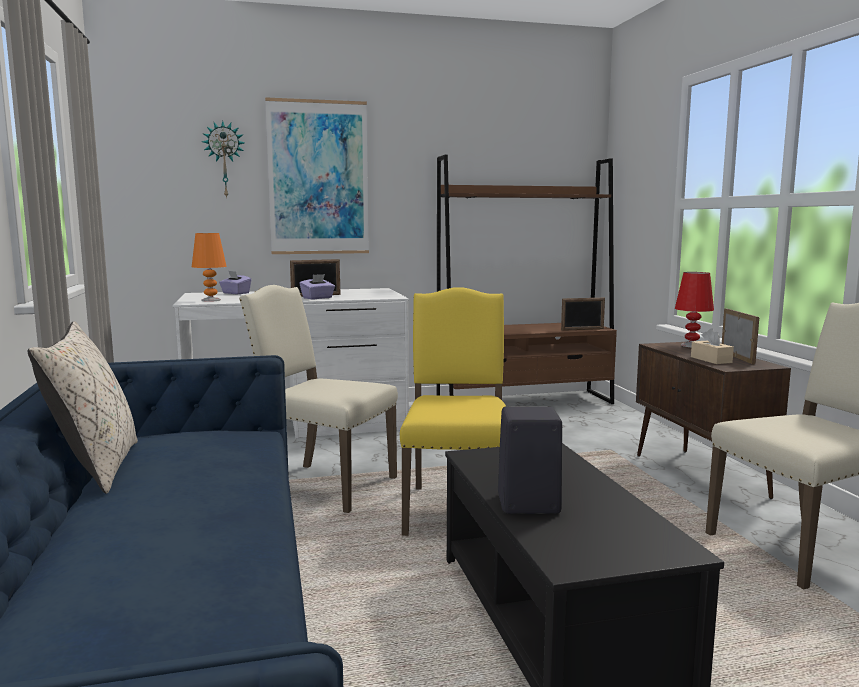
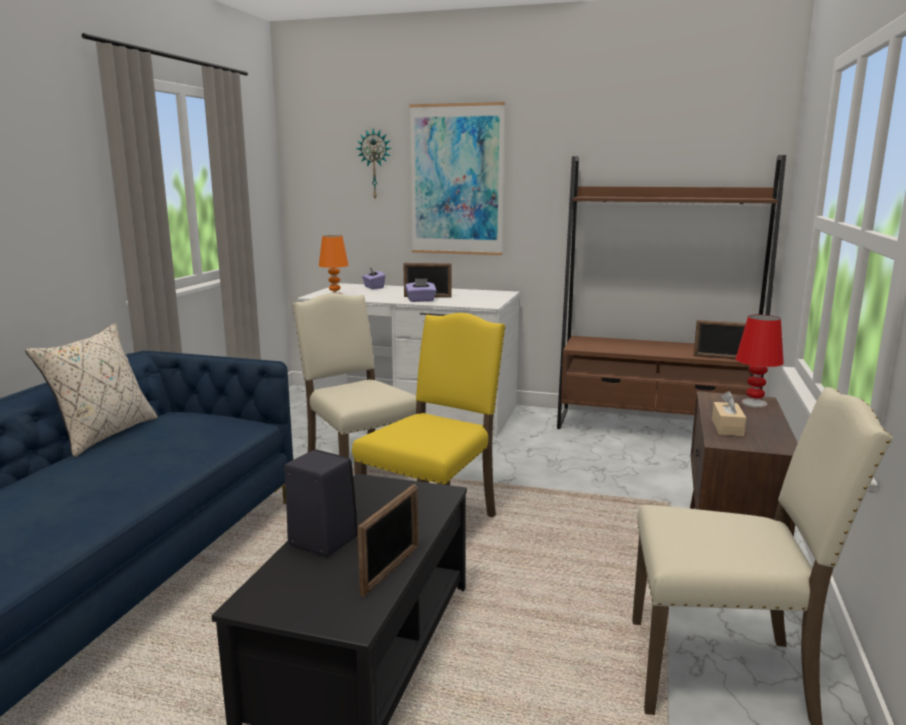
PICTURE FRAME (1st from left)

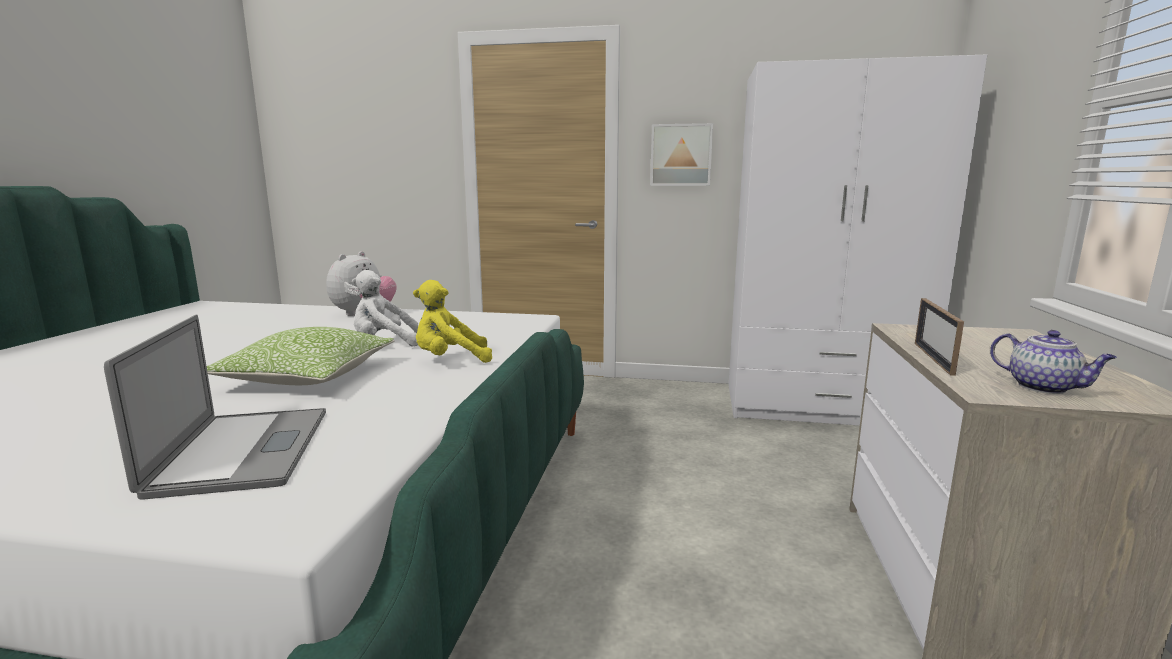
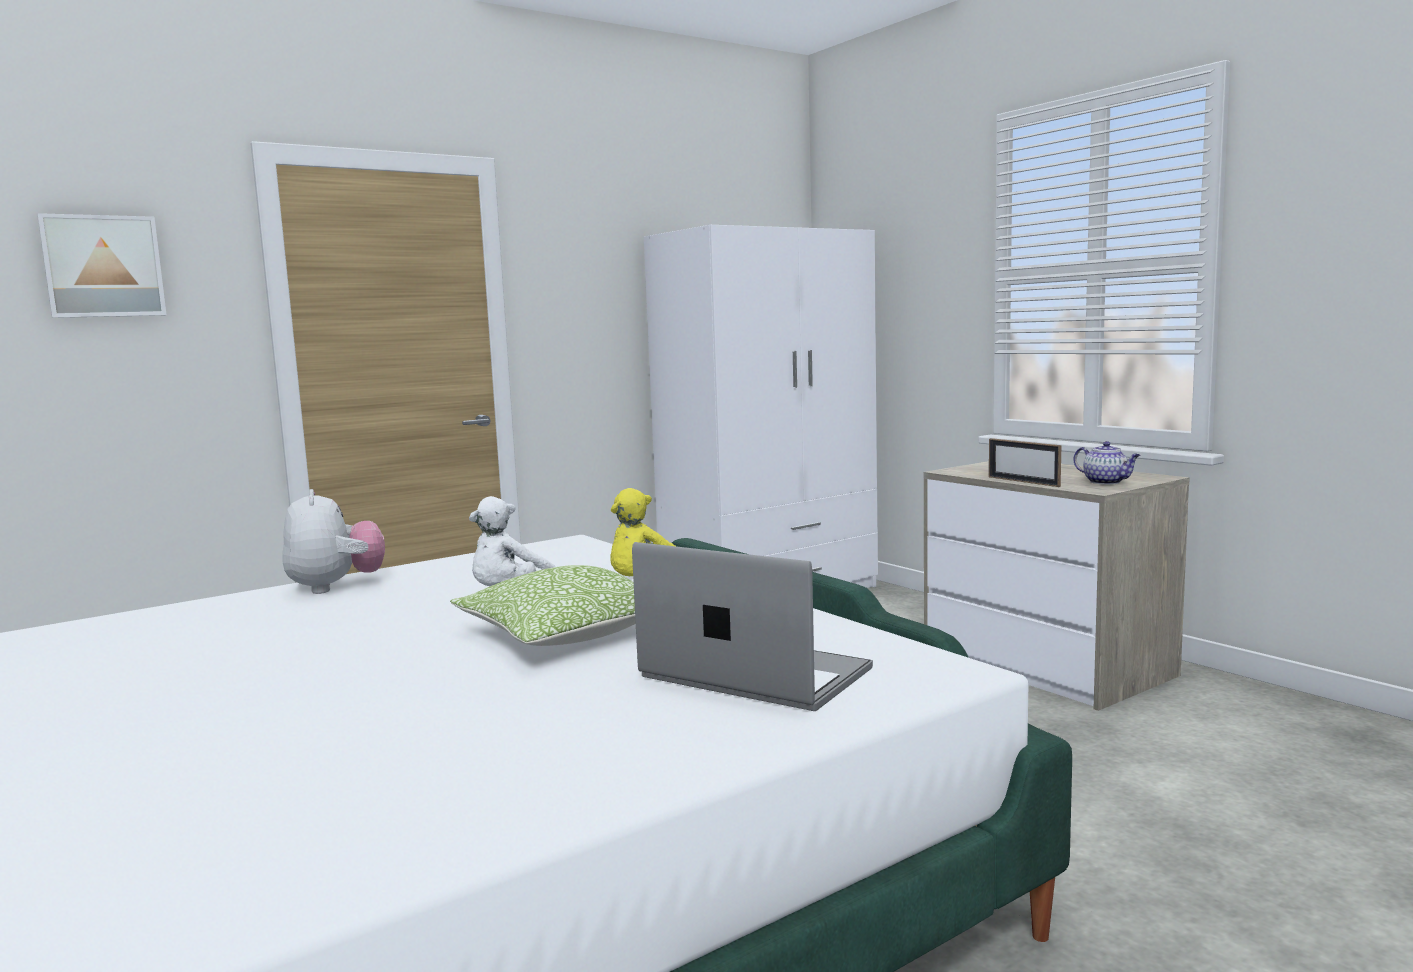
PICTURE; TEAPOT

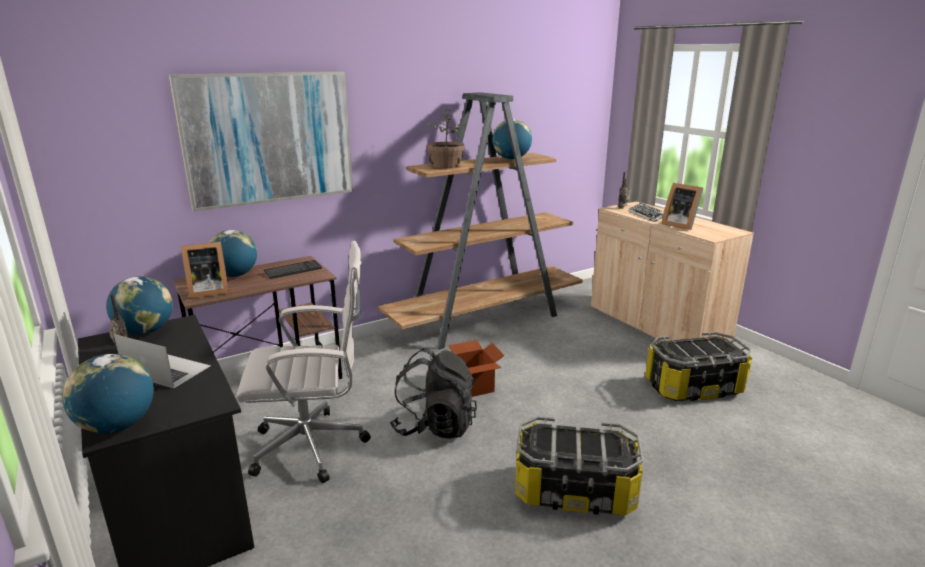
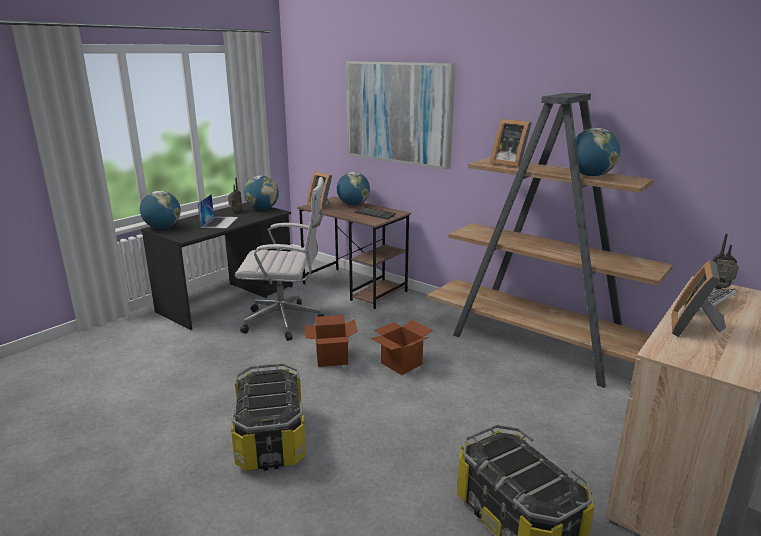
PICTURE FRAME (2nd from left); WHITE OFFICE CHAIR; CARDBOARD BOX (1st from left)

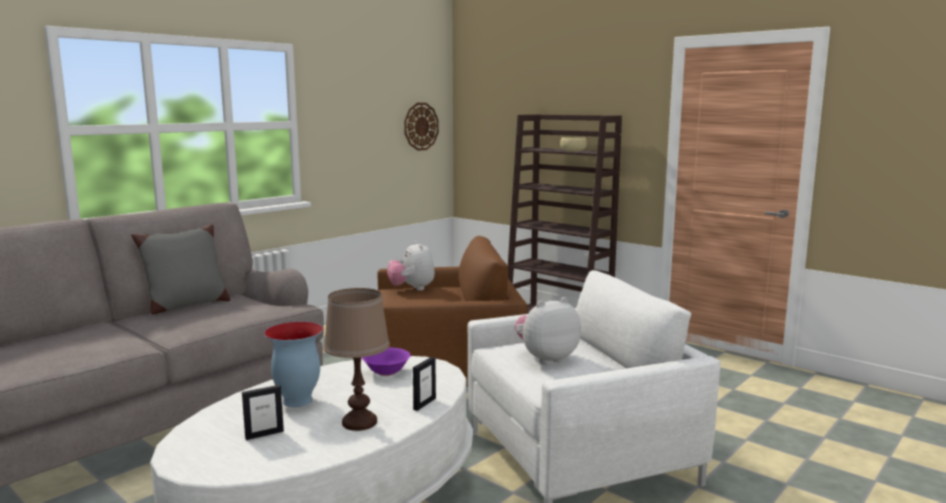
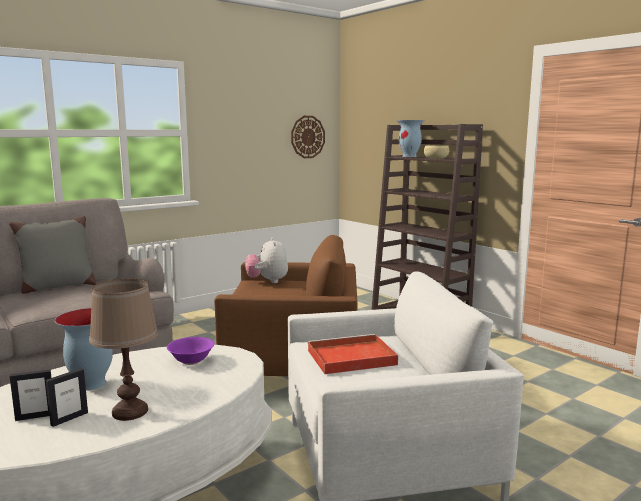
RED TRAY; PICTURE FRAME (2nd from left); VASE (2nd from left)

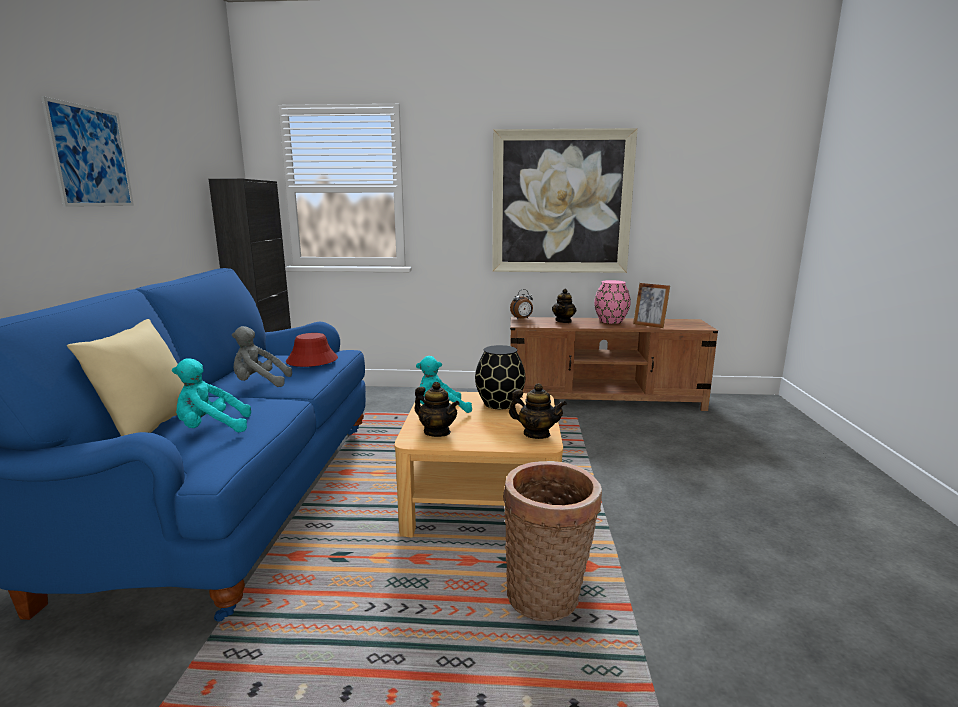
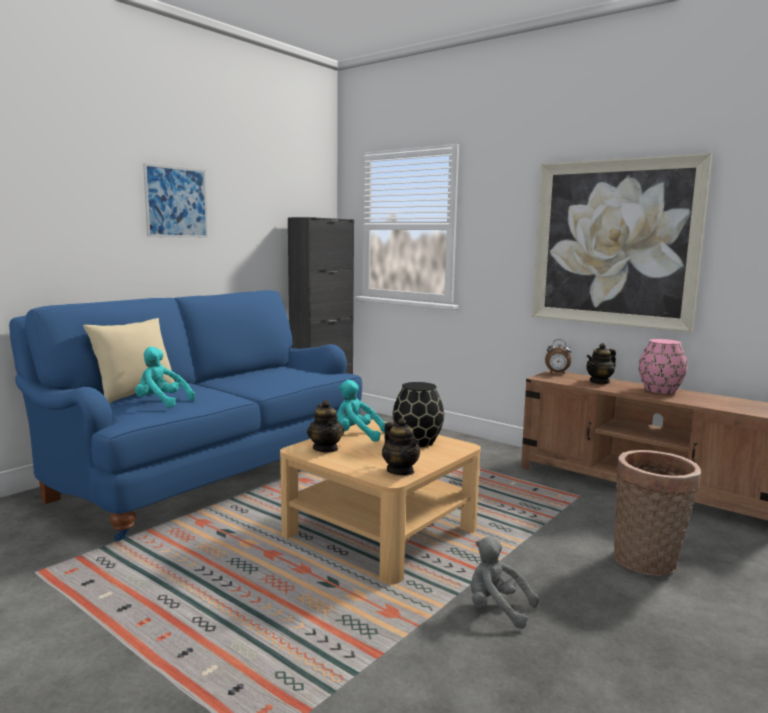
PICTURE FRAME; GREY PLUSH TOY; RED HAT; BASKET

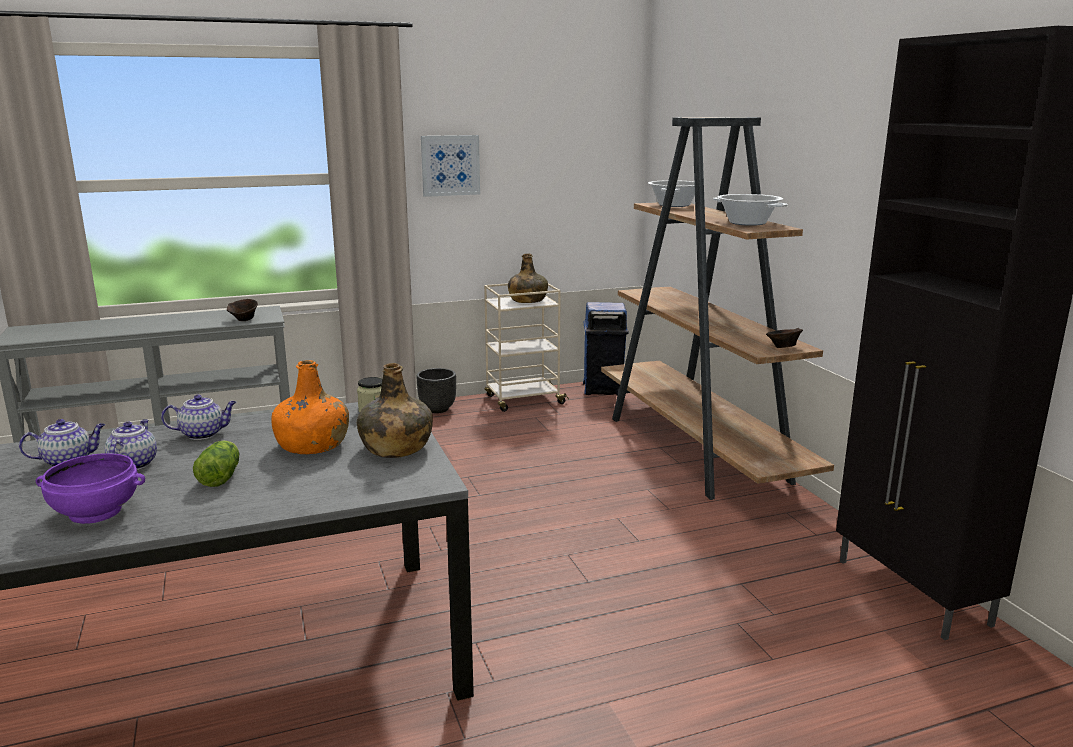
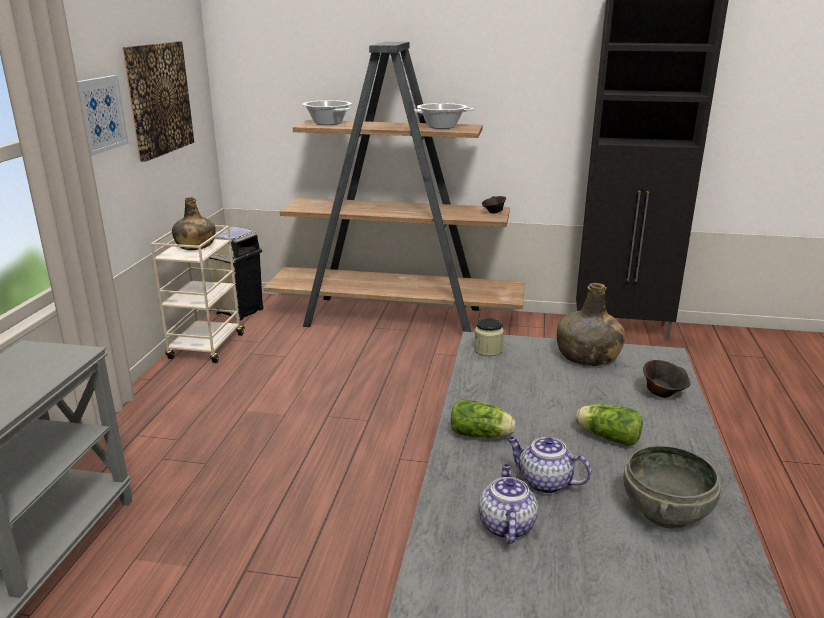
BROWN BOWL (2nd from left); BEIGE TRASH CAN; ORANGE BOTTLE; BLACK PLANTER; LETTUCE (1st from left); GREY BOWL; PICTURE (2nd from left)

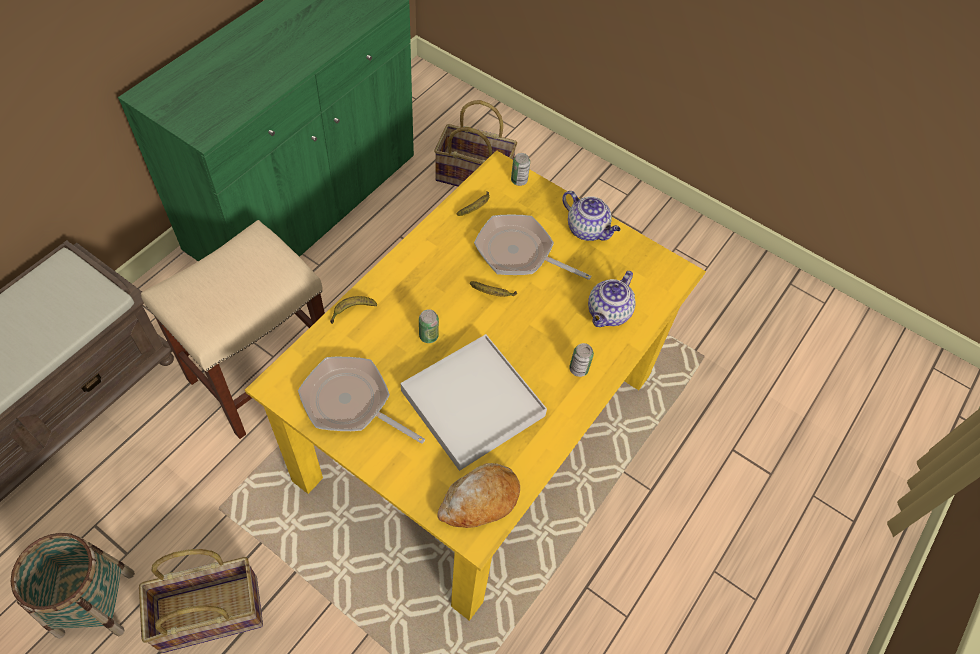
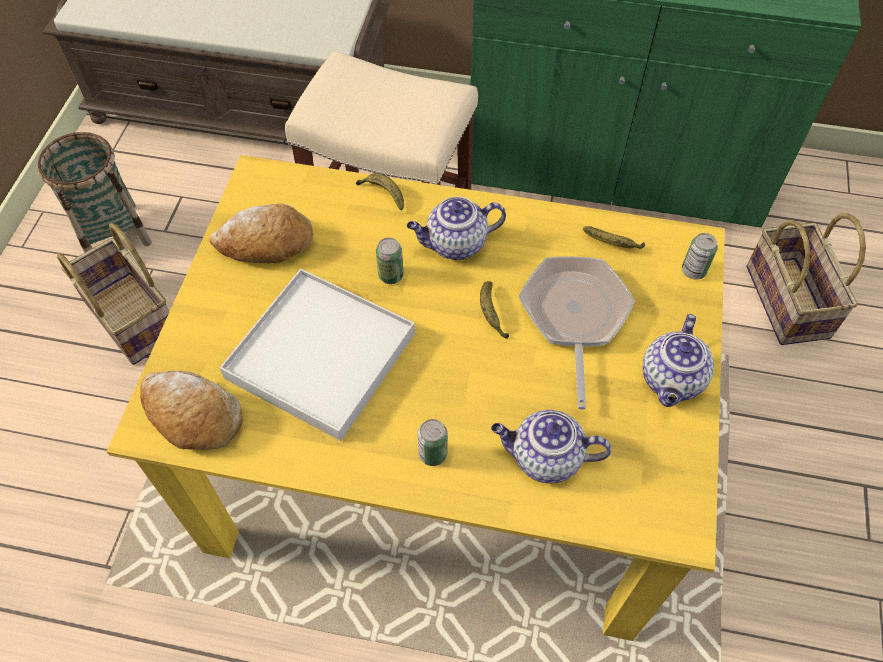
BREAD (2nd from left); TEAPOT (1st from left)

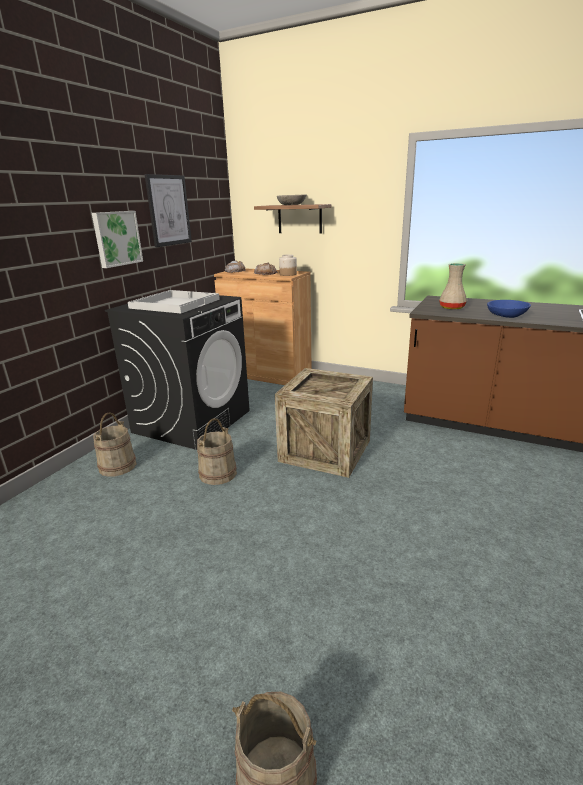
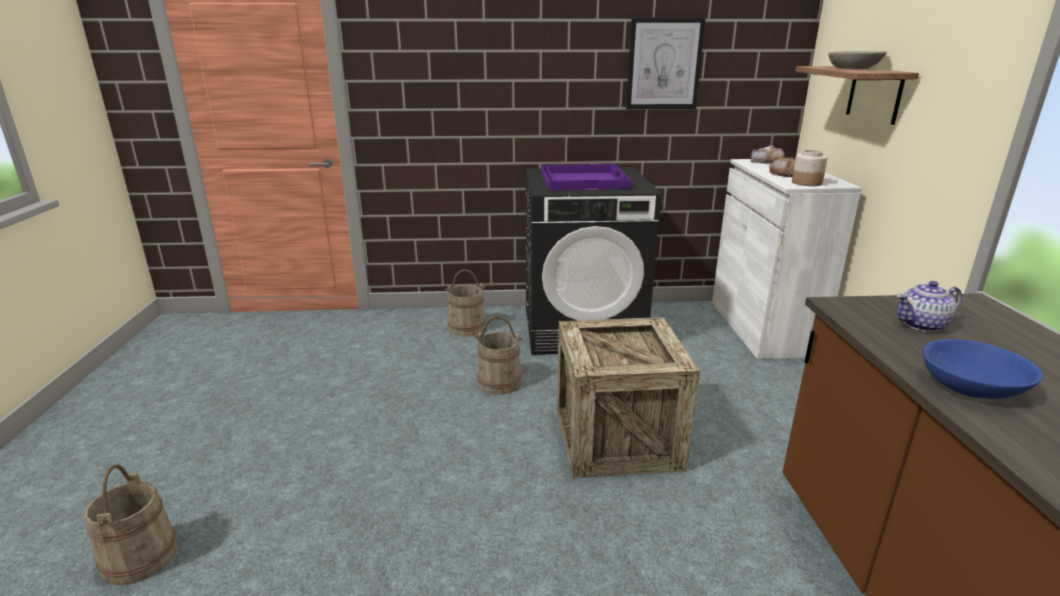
PICTURE (1st from left in the first image); TEAPOT; WHITE CABINET; PURPLE TRAY

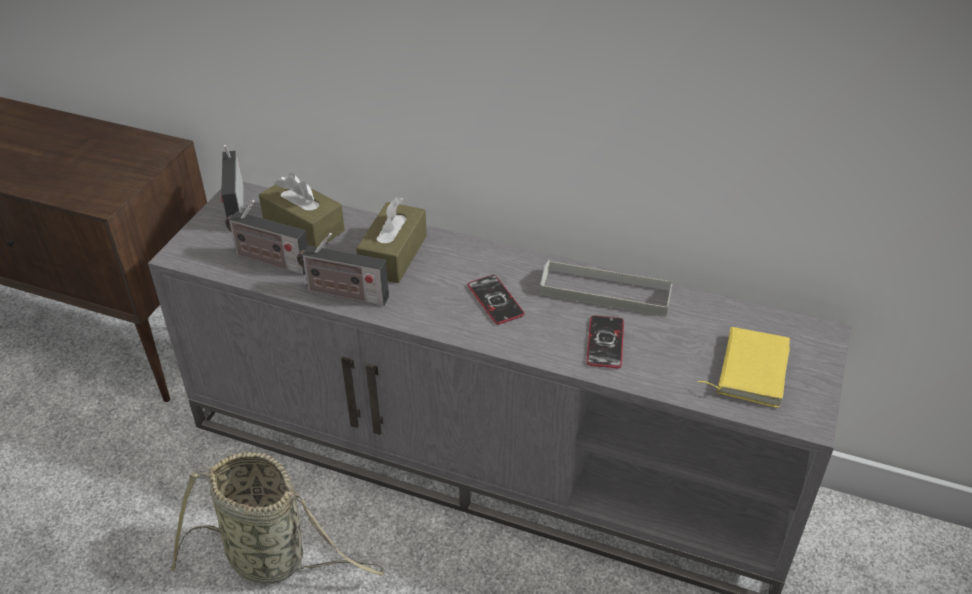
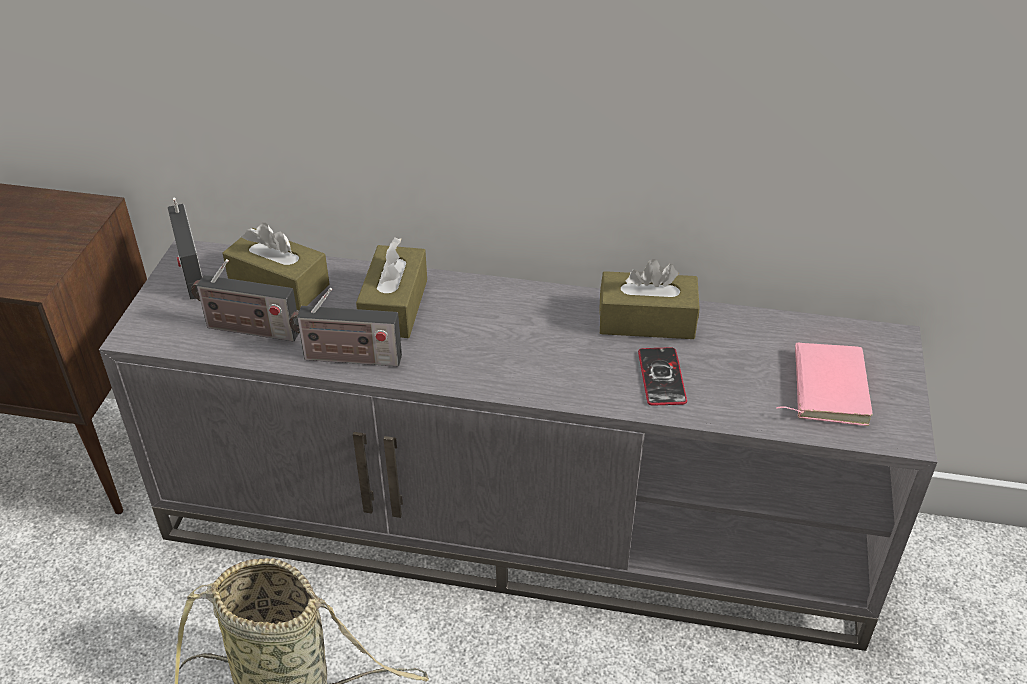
BROWN TISSUE BOX (3rd from left); PHONE (1st from left in the first image); PINK BOOK

